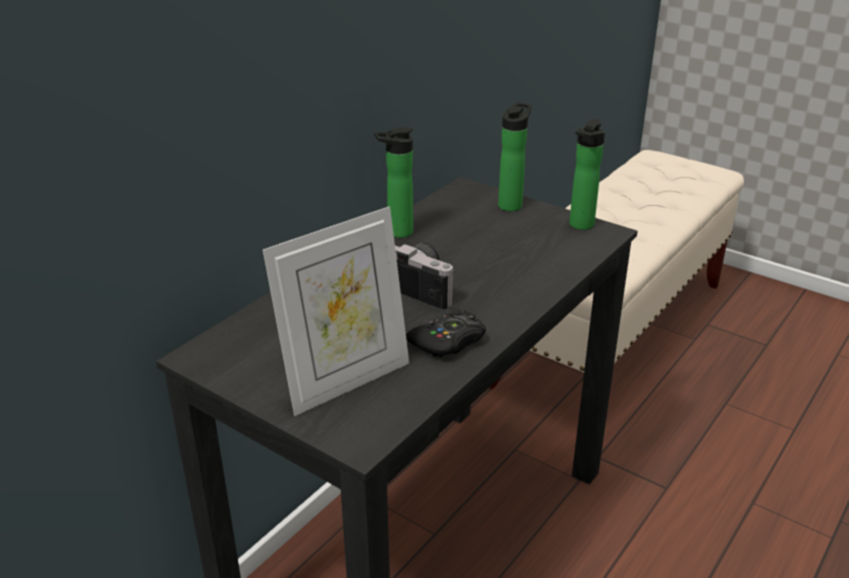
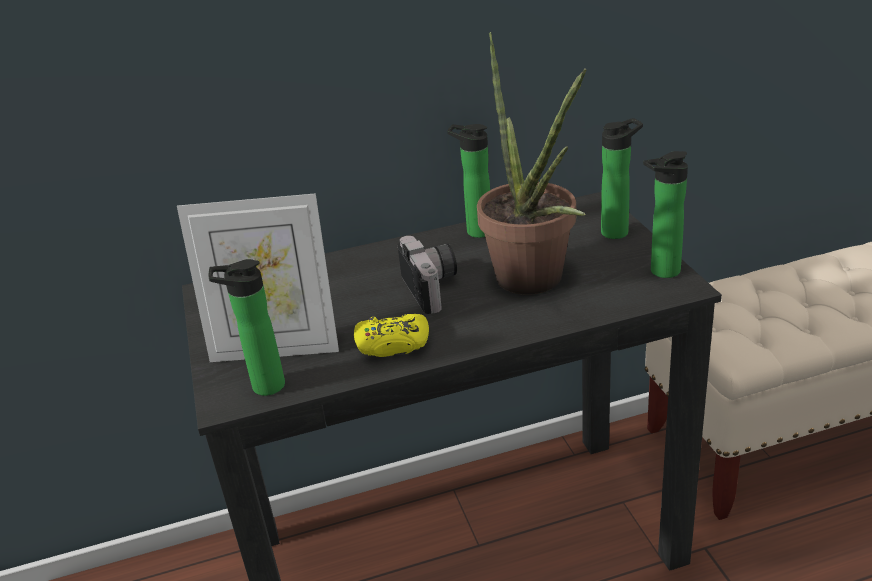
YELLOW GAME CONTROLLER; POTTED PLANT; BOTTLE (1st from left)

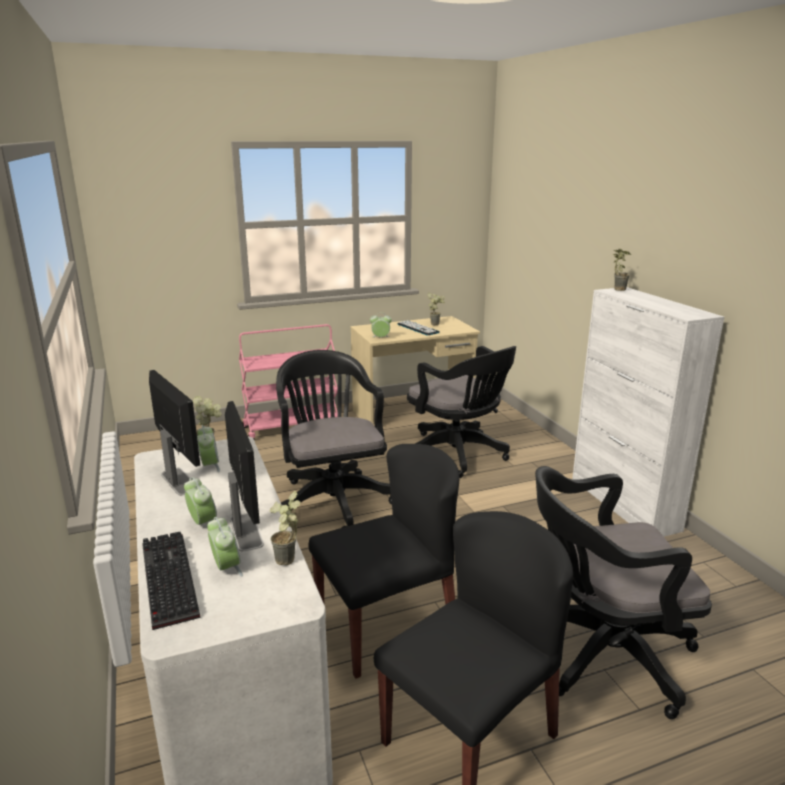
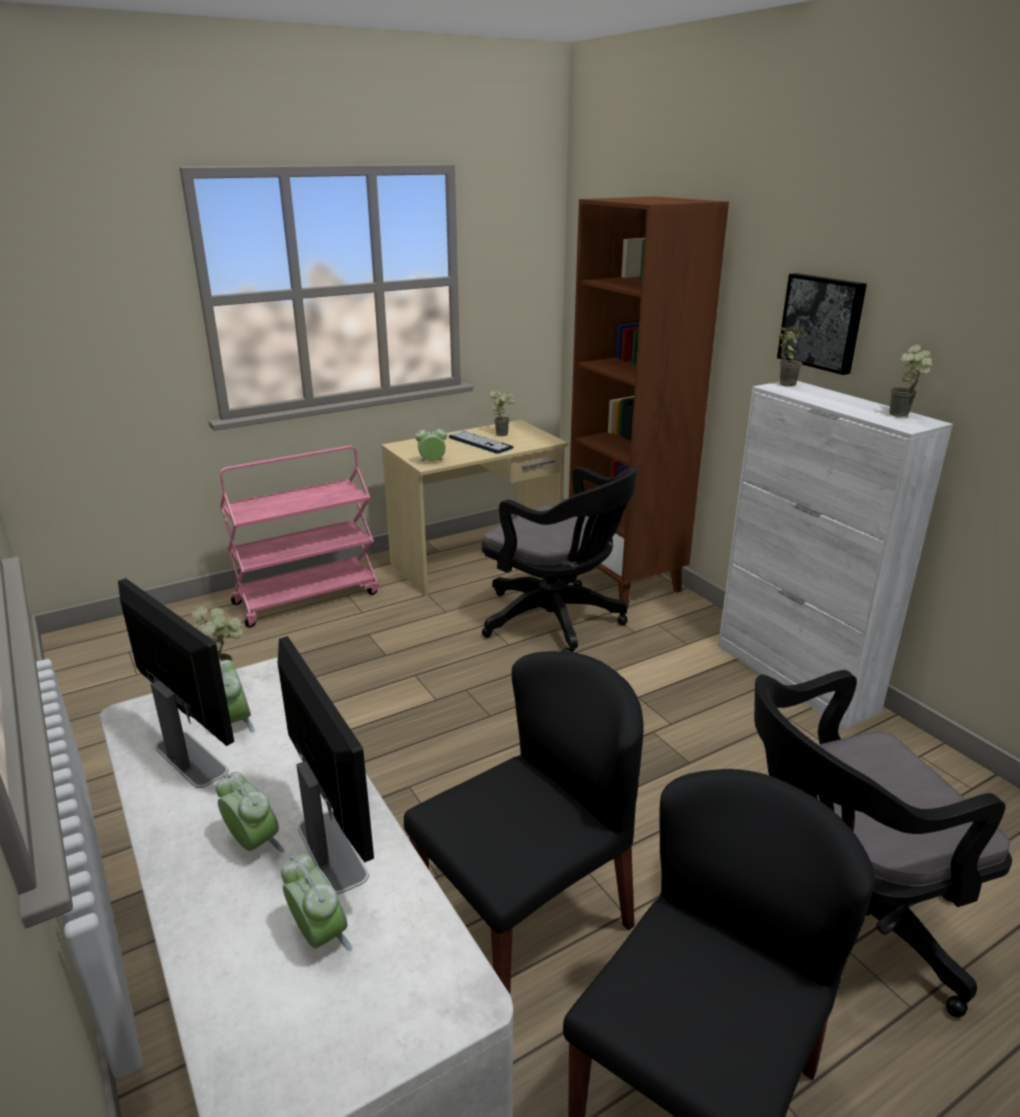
BLACK OFFICE CHAIR (1st from left in the first image); POTTED PLANT (4th from left); KEYBOARD (1st from left in the first image); BROWN BOOKCASE; PICTURE

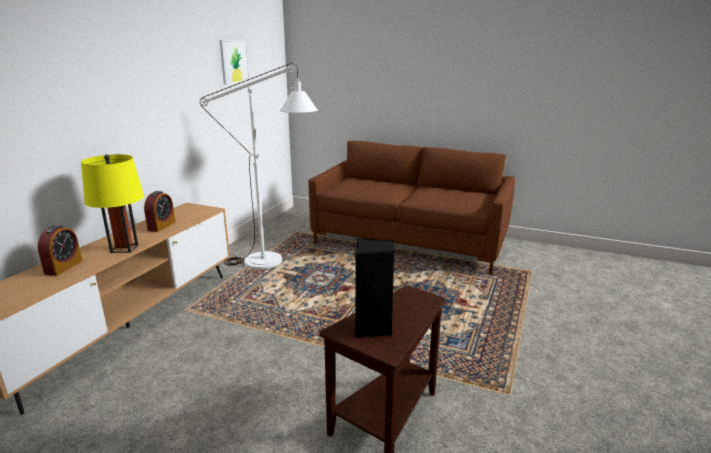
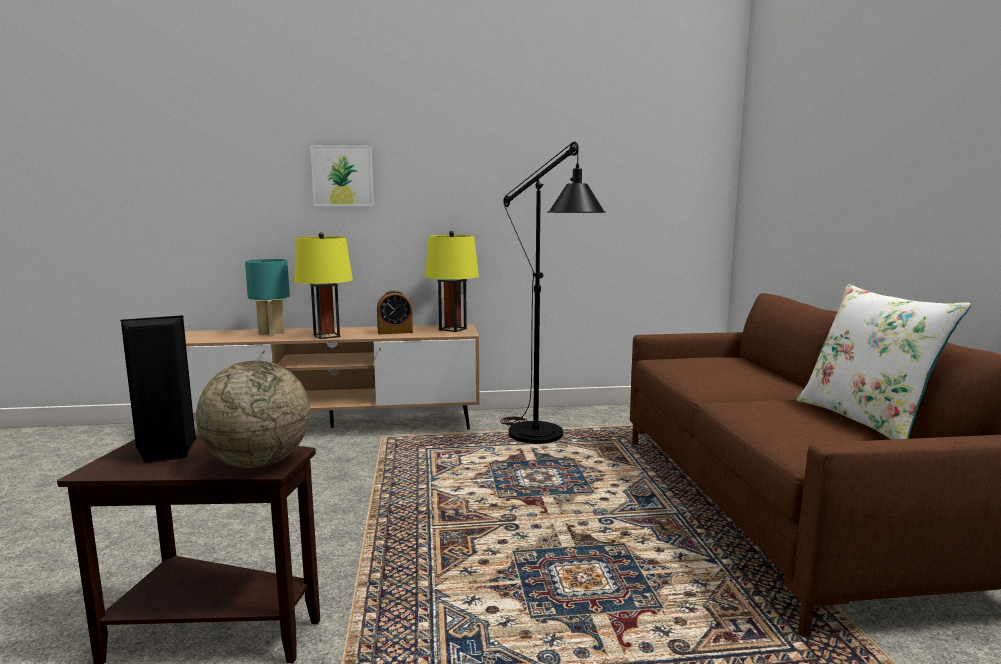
PICTURE; BLACK FLOOR LAMP; TURQUOISE TABLE LAMP; YELLOW TABLE LAMP (2nd from left); WHITE PILLOW; GLOBE

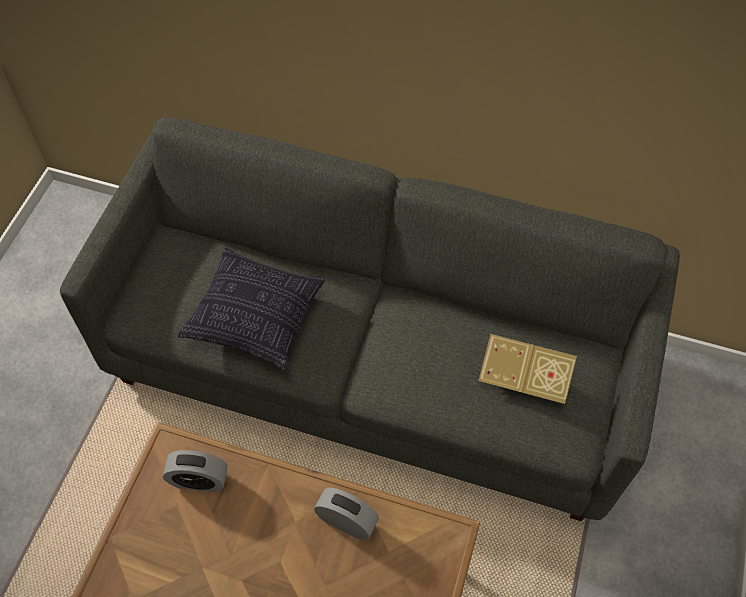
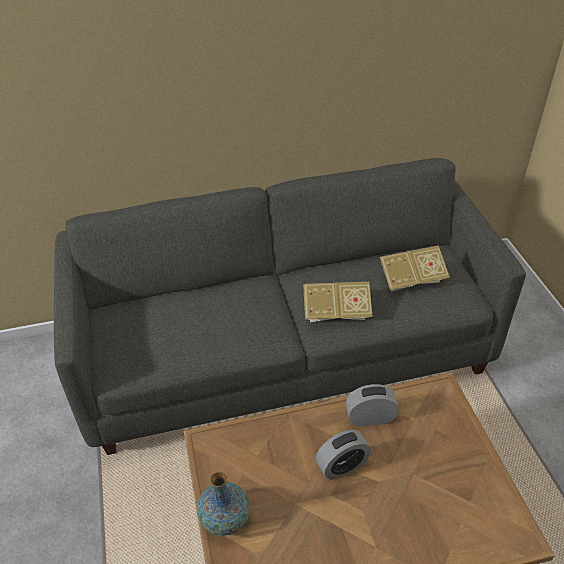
PILLOW; ALARM CLOCK (1st from left); BOOK (1st from left); VASE

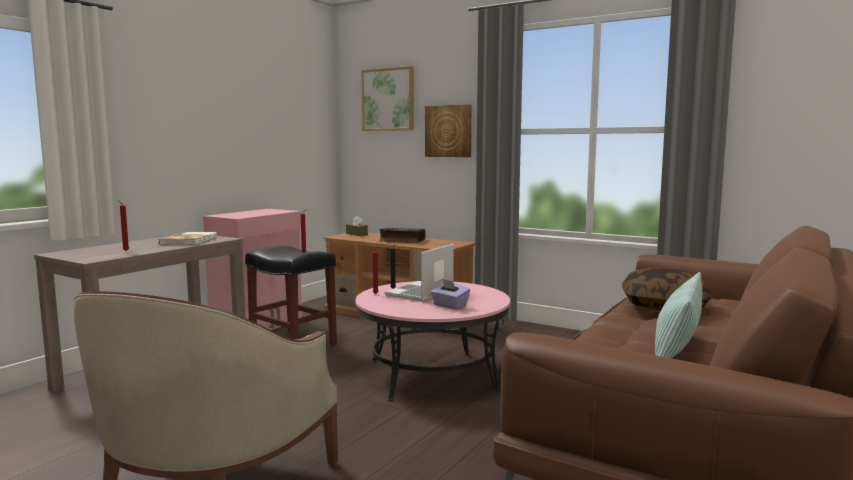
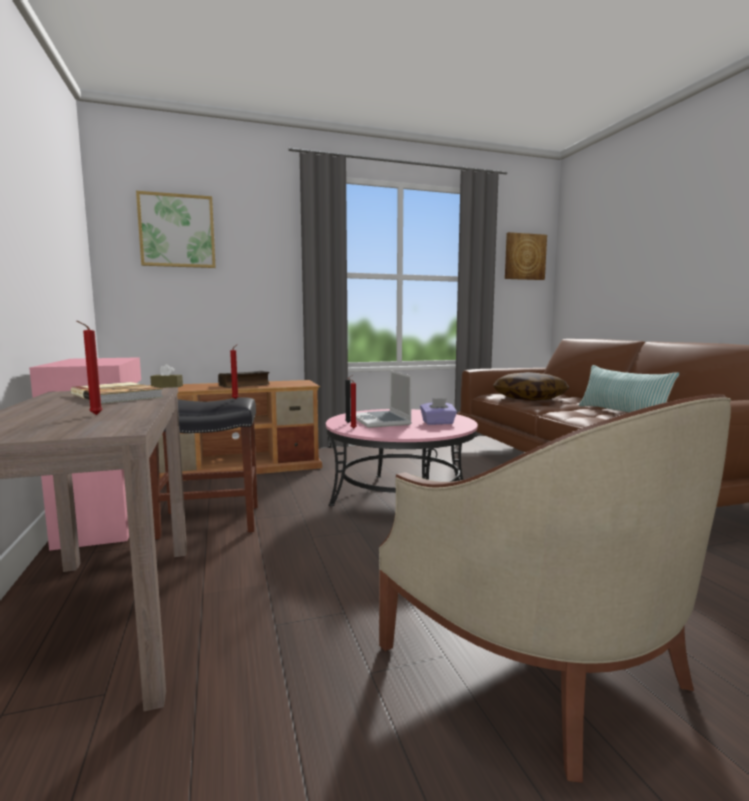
PICTURE (2nd from left)

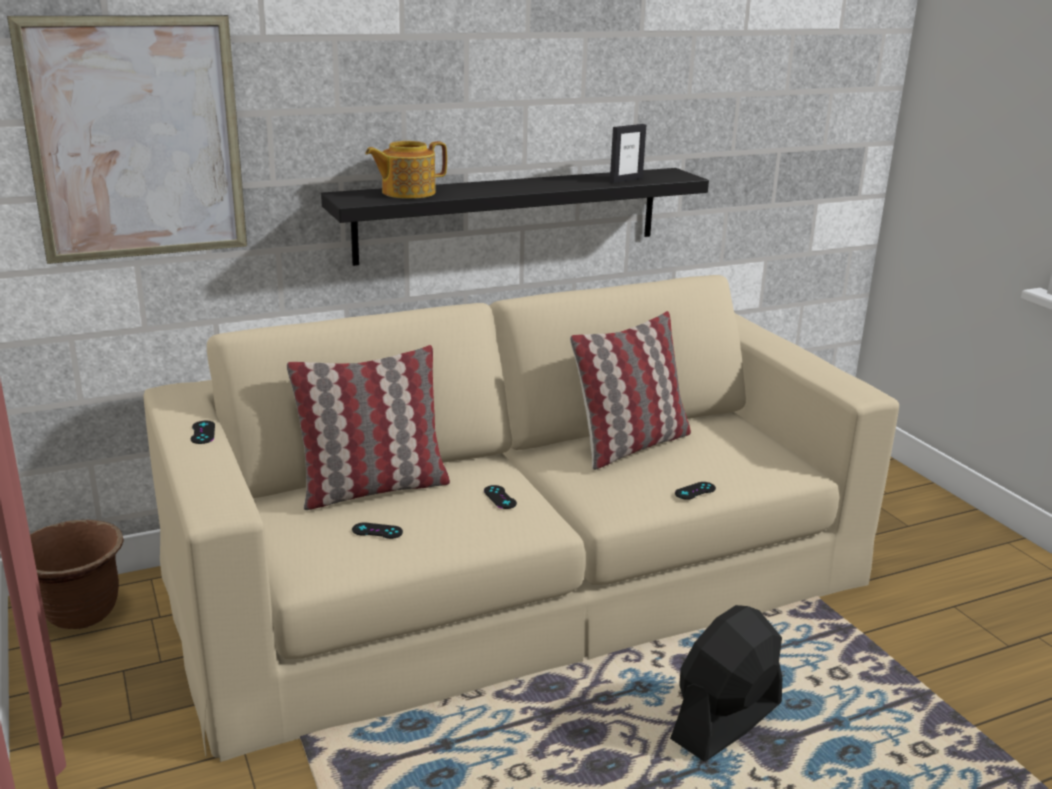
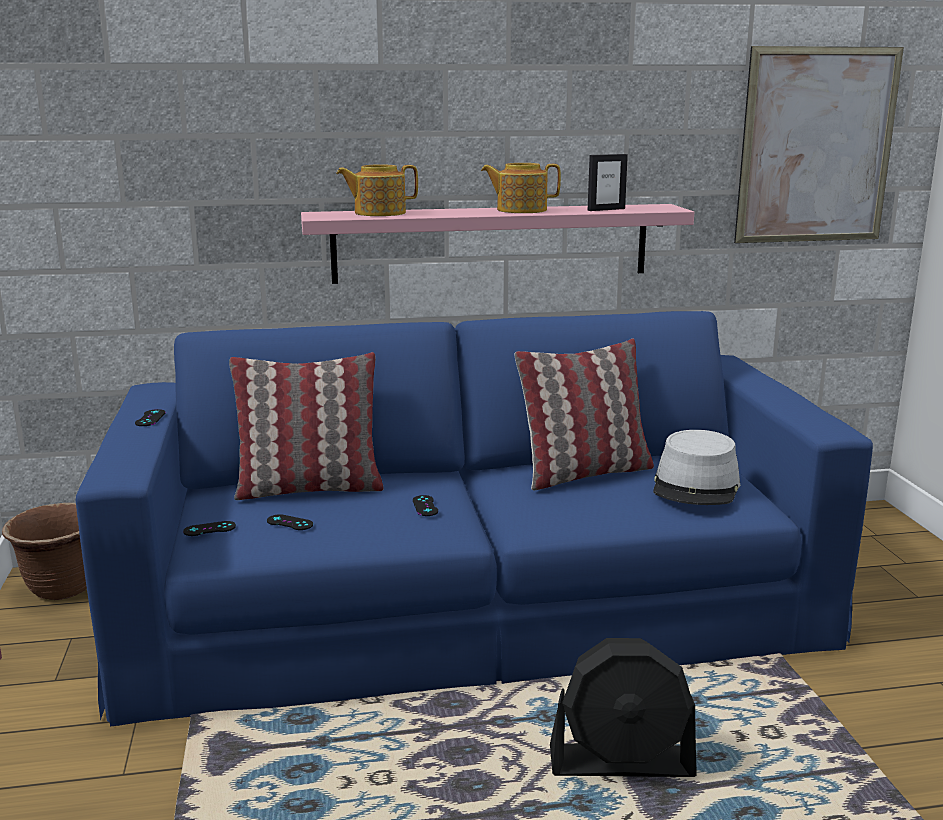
PICTURE; PINK SHELF; BLUE SOFA; BLACK GAME CONTROLLER (2nd from left); BLACK FAN; TEAPOT (2nd from left); GREY HAT

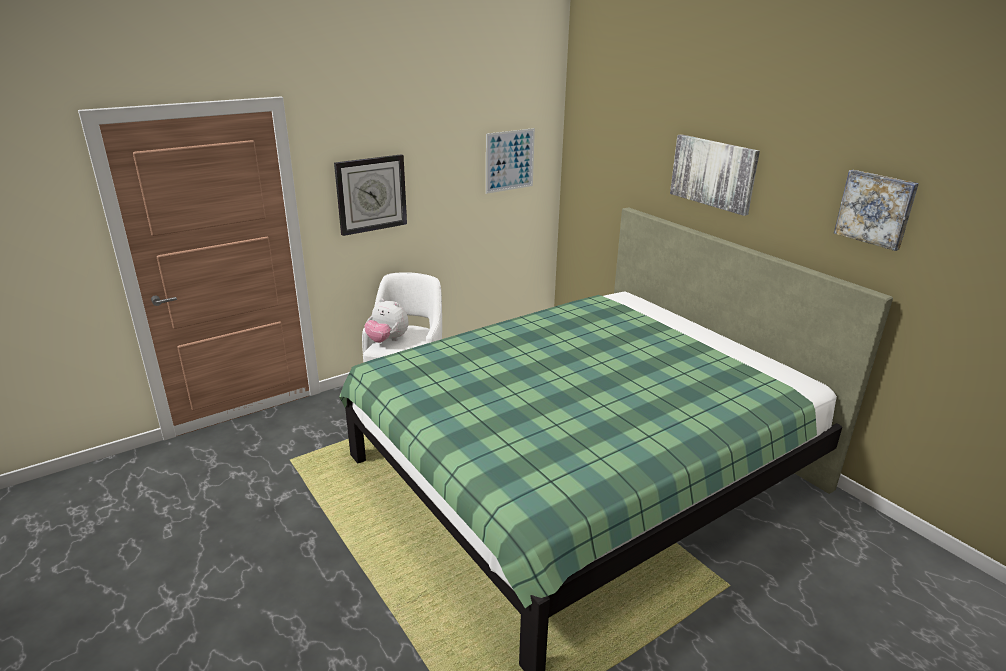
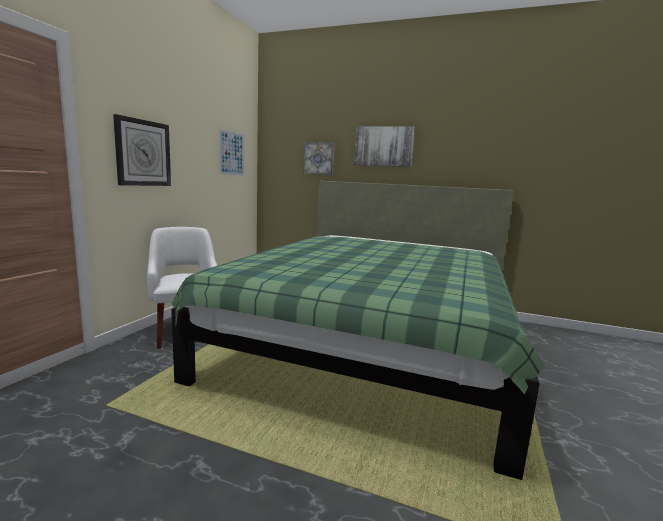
PICTURE (2nd from left); PLUSH TOY

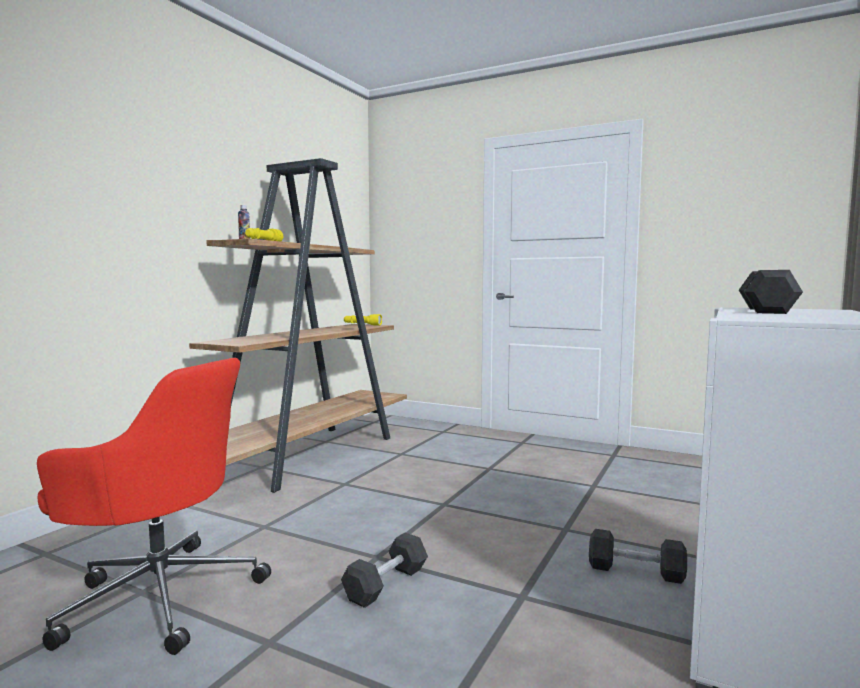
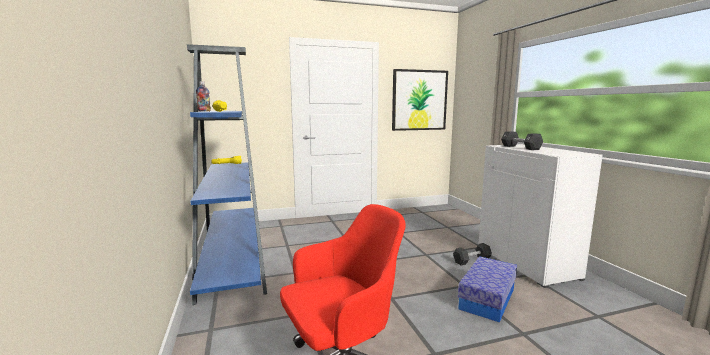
BLUE BOOKCASE; BLACK DUMBBELL (1st from left in the first image); PICTURE; STORAGE BOX

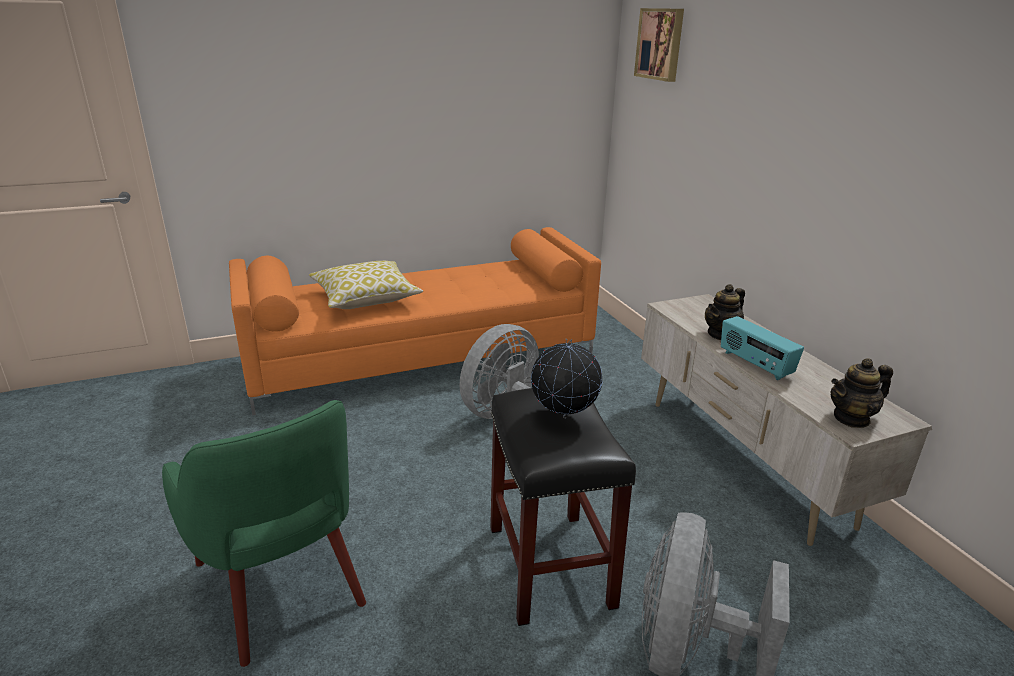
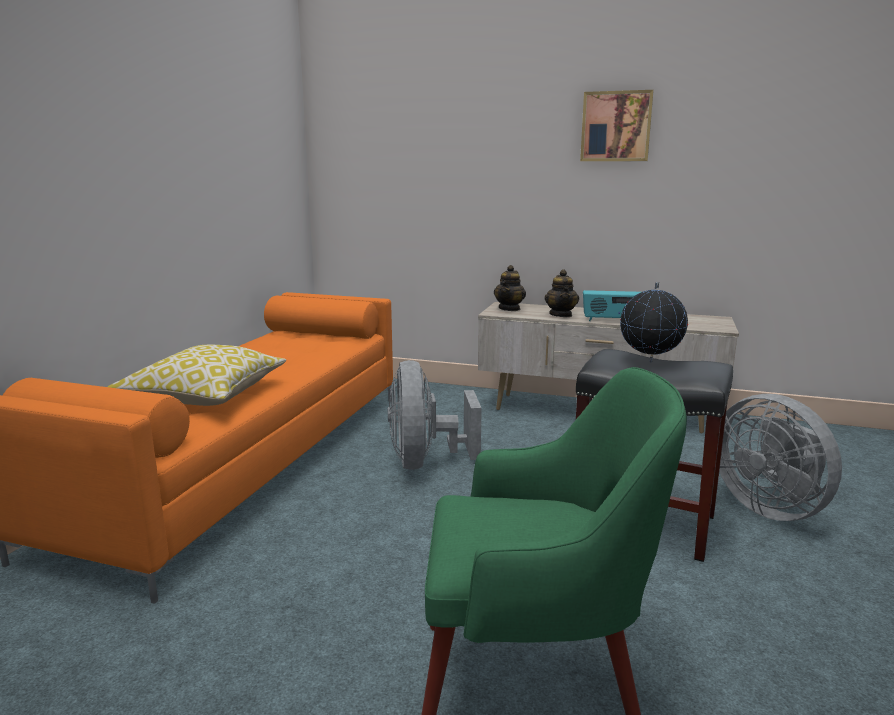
PICTURE; TEAPOT (1st from left)

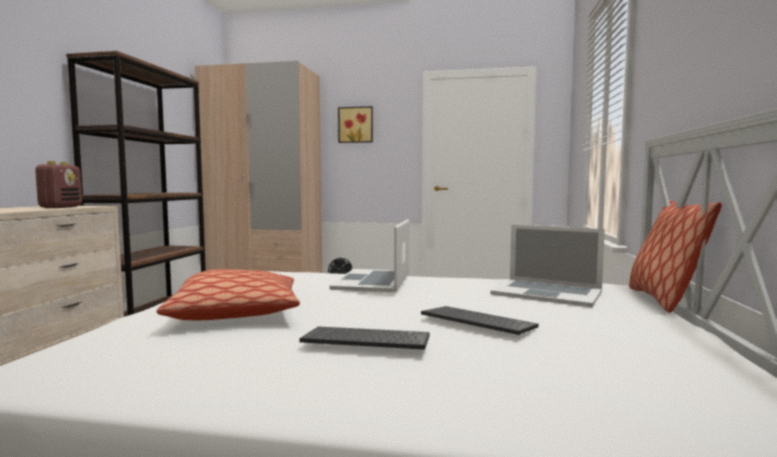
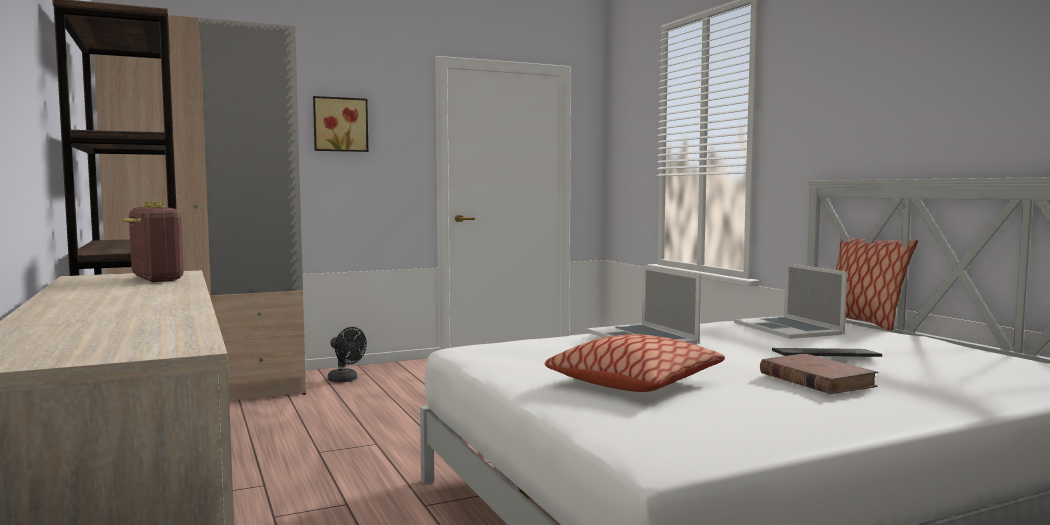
LAPTOP (2nd from left); BROWN BOOK

